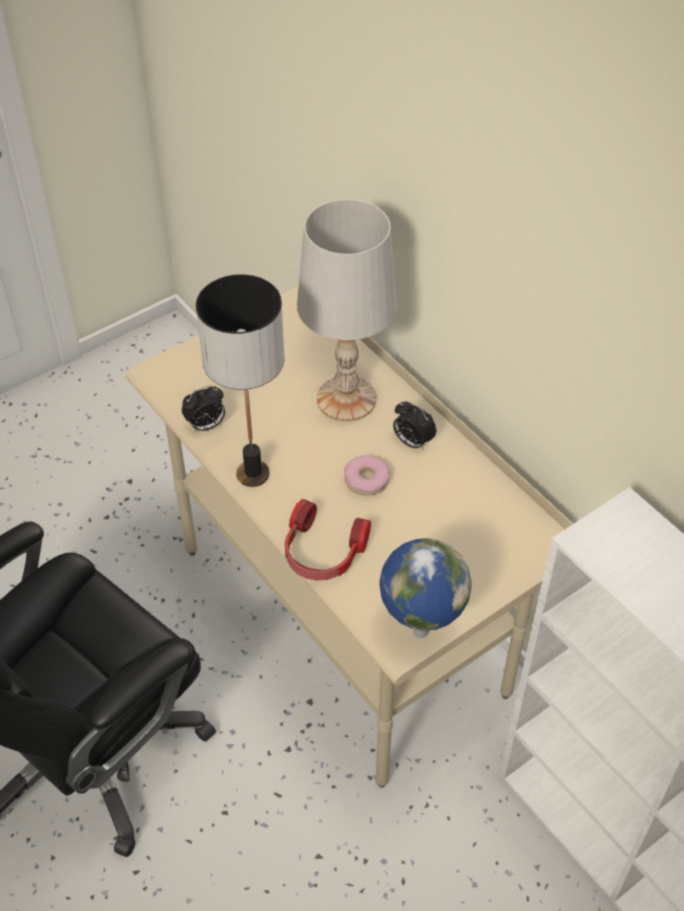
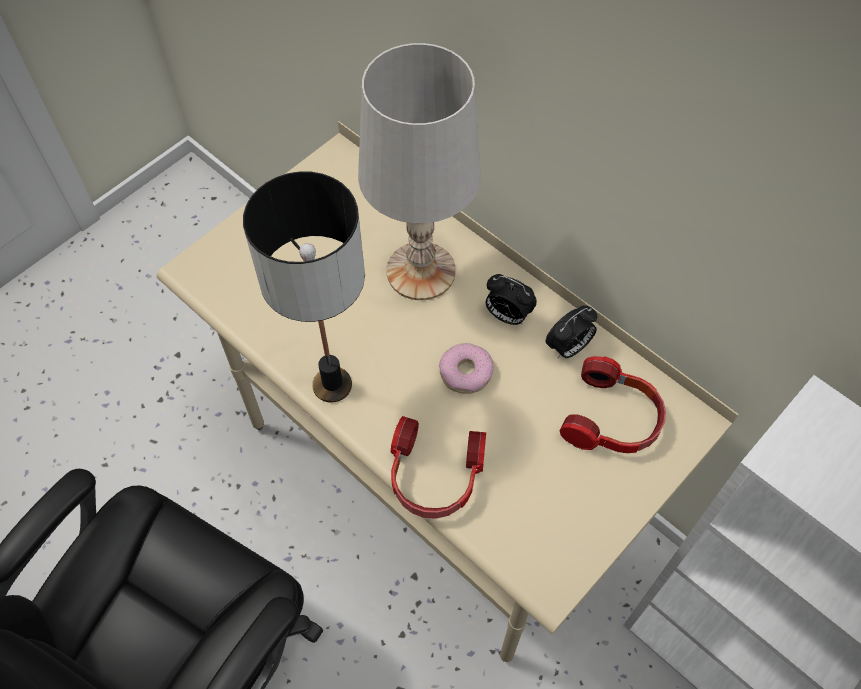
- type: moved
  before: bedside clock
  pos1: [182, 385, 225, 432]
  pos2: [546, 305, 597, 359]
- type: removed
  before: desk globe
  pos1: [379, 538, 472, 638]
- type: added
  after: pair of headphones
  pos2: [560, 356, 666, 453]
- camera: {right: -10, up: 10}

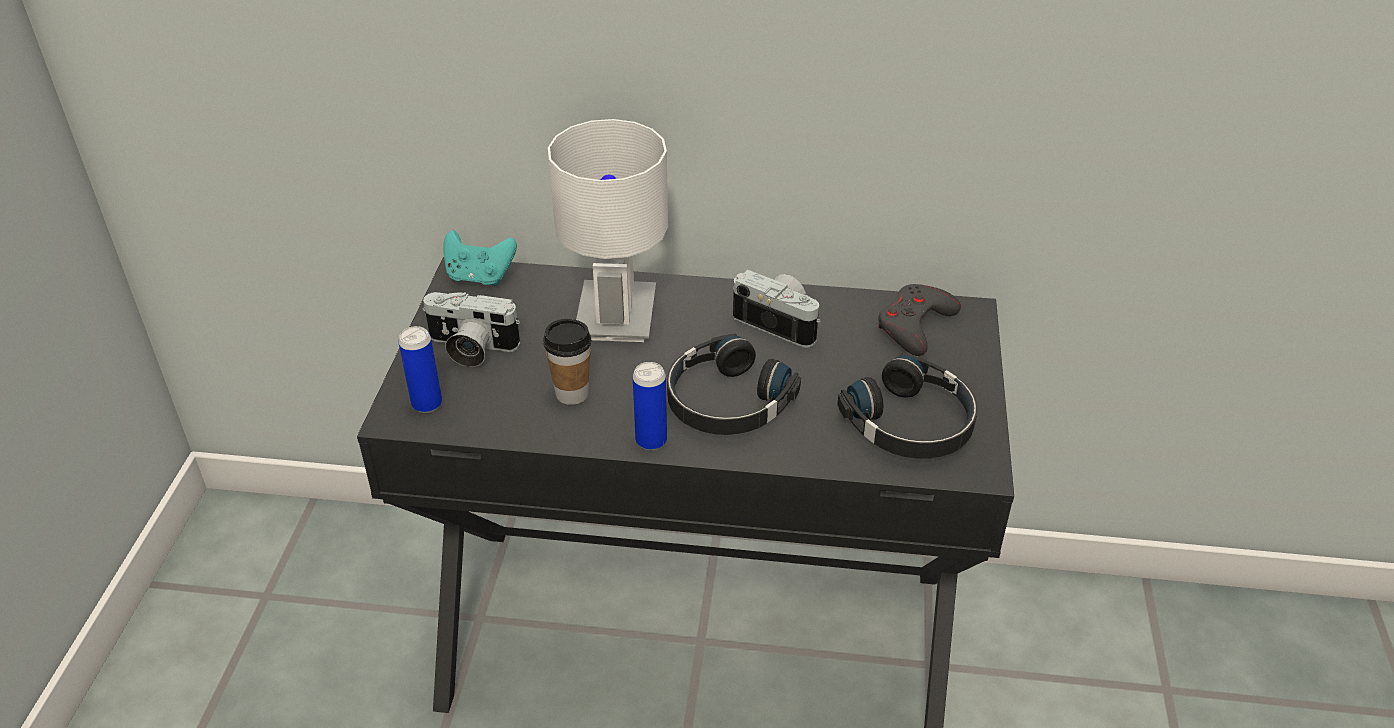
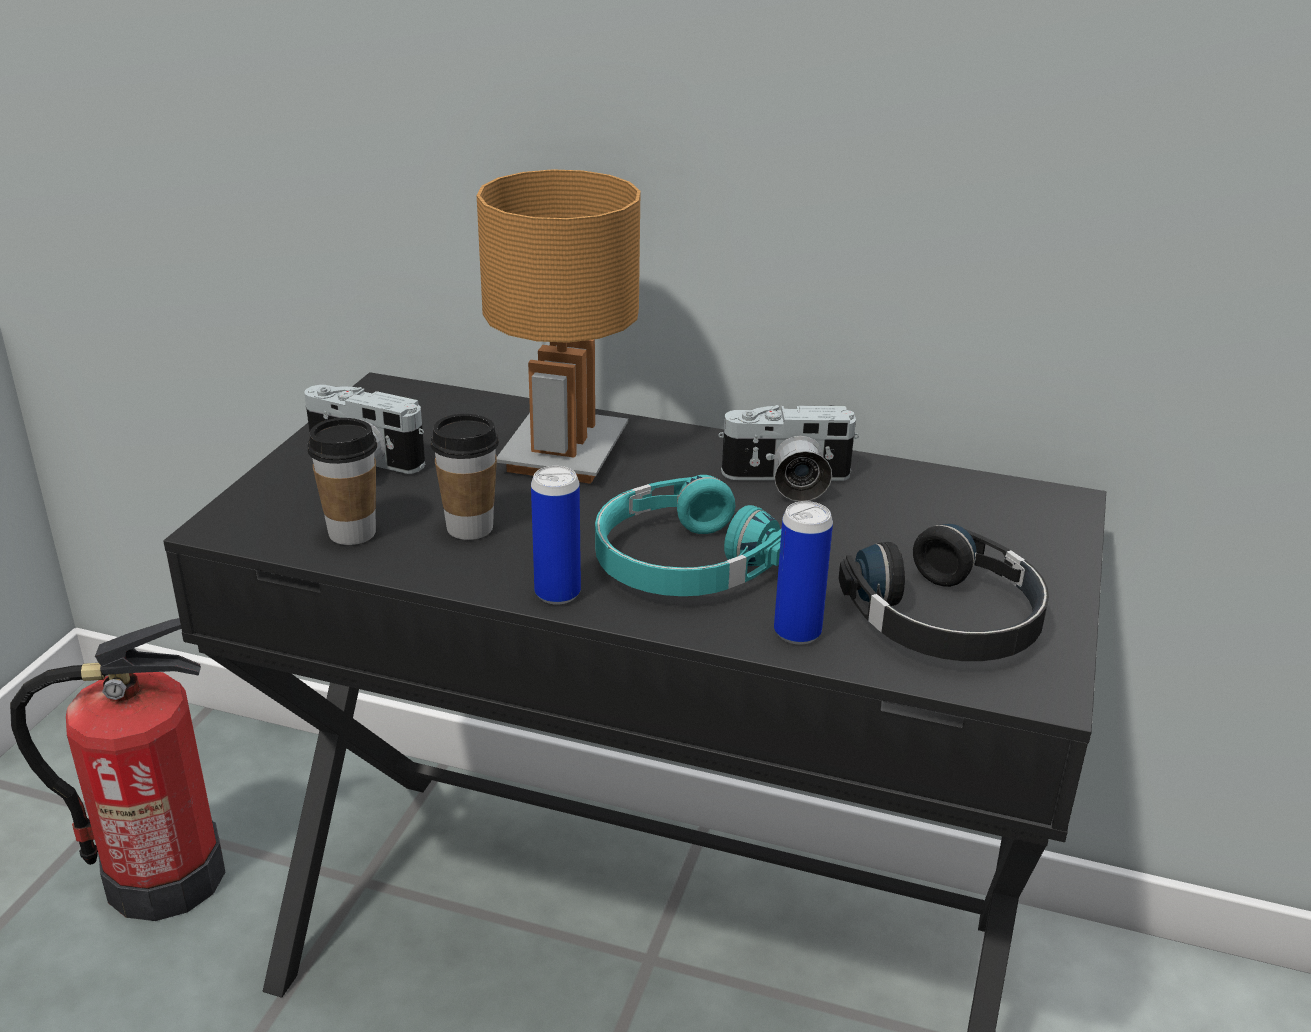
- type: moved
  before: metal can
  pos1: [398, 326, 442, 413]
  pos2: [774, 501, 833, 644]
- type: removed
  before: turquoise-coloured gamepad
  pos1: [443, 230, 517, 286]
- type: recoloured
  before: white-coloured lamp for a table
  after: brown-coloured lamp for a table
  pos1: [548, 119, 668, 342]
  pos2: [477, 169, 640, 484]
- type: recoloured
  before: blackish pair of headphones
  after: turquoise-coloured pair of headphones
  pos1: [667, 334, 801, 435]
  pos2: [595, 475, 782, 596]
- type: turned
  before: still camera
  pos1: [732, 270, 820, 348]
  pos2: [718, 405, 859, 502]
  turn: 135
- type: removed
  before: gray gamepad
  pos1: [878, 284, 961, 356]
- type: added
  after: extinguisher
  pos2: [10, 618, 225, 921]
- type: added
  after: small cup
  pos2: [308, 418, 377, 545]
- camera: {right: 10, up: -10}

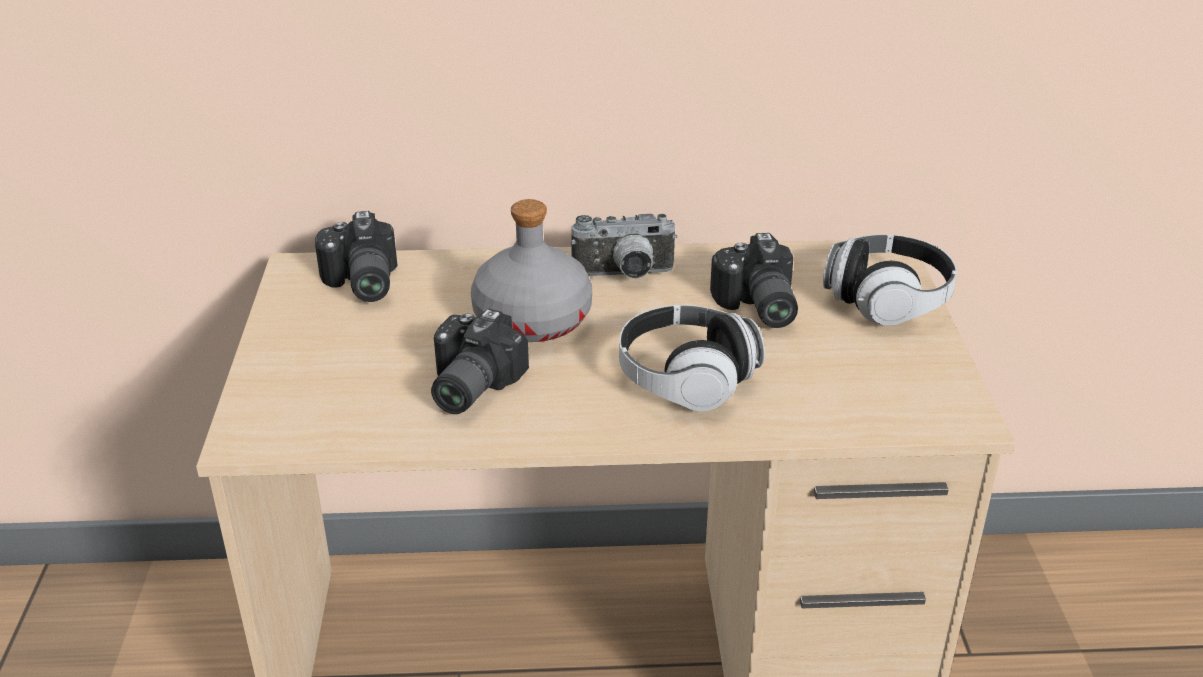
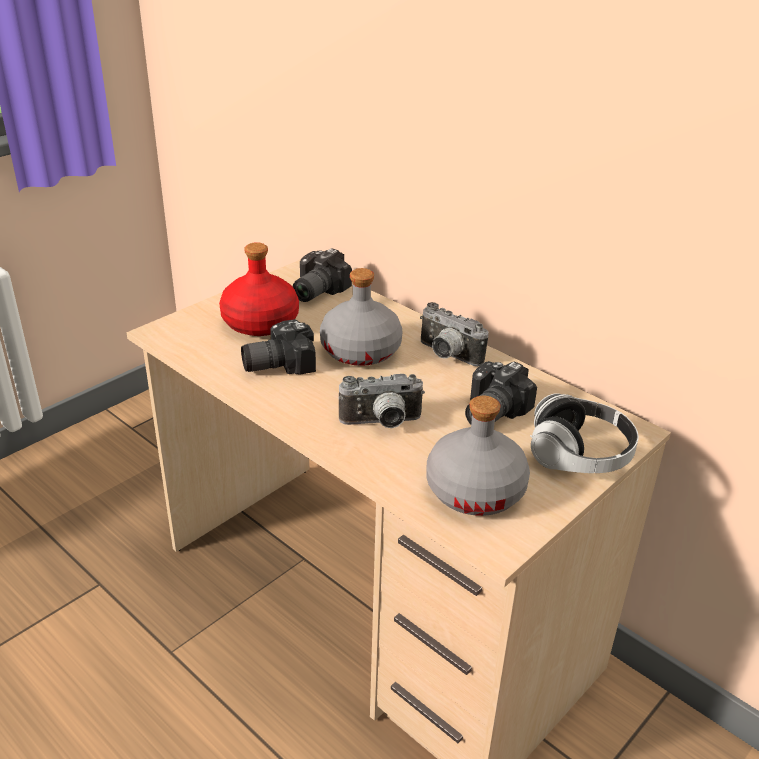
- type: replaced
  before: pair of headphones
  after: still camera
  pos1: [619, 305, 765, 411]
  pos2: [338, 374, 425, 428]
- type: added
  after: red beverage bottle
  pos2: [219, 242, 299, 336]
- type: added
  after: gray beverage bottle
  pos2: [427, 396, 530, 516]
- camera: {right: 45, up: 0}

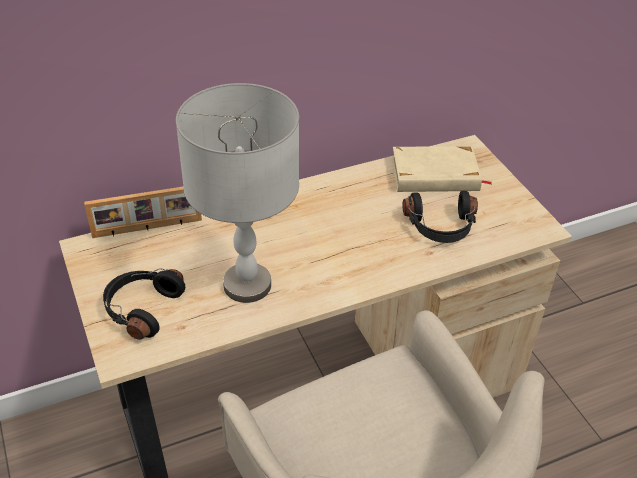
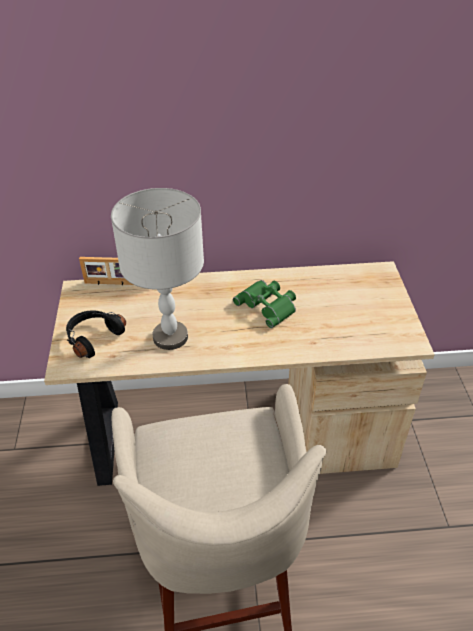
- type: removed
  before: sand-coloured bound book
  pos1: [392, 146, 491, 192]
- type: removed
  before: blackish pair of headphones
  pos1: [402, 190, 478, 243]
- type: added
  after: green pair of binoculars
  pos2: [233, 280, 296, 328]
- camera: {right: 20, up: 0}

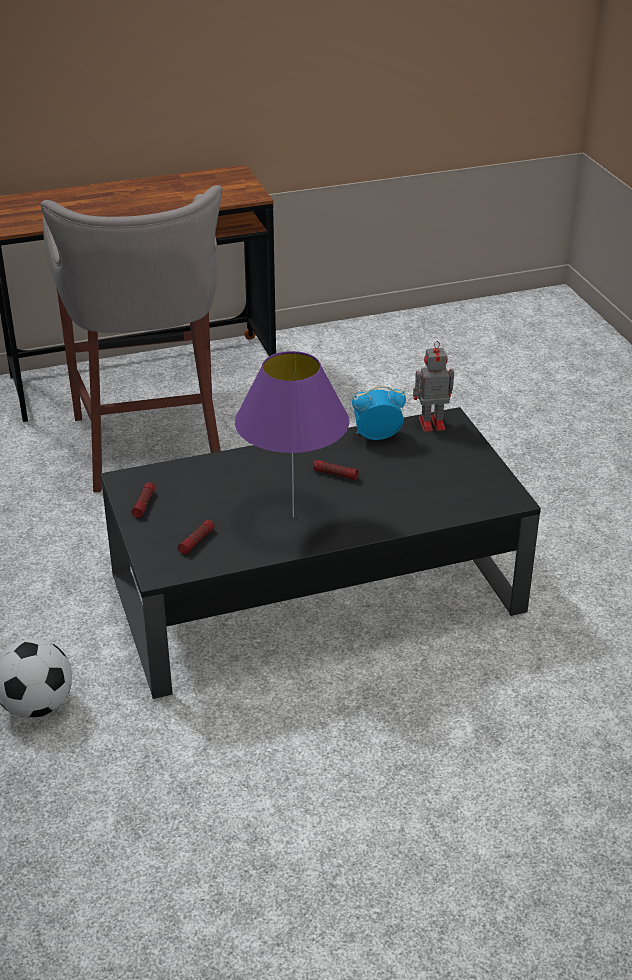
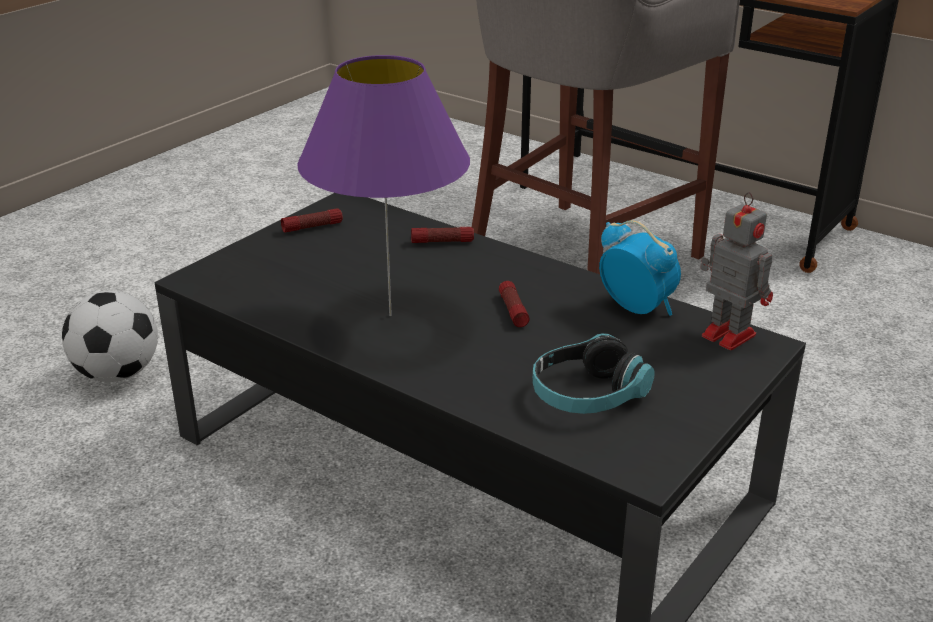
- type: moved
  before: flashlight
  pos1: [178, 520, 214, 554]
  pos2: [411, 227, 474, 243]
- type: added
  after: pair of headphones
  pos2: [532, 333, 655, 414]
- camera: {right: 55, up: -5}

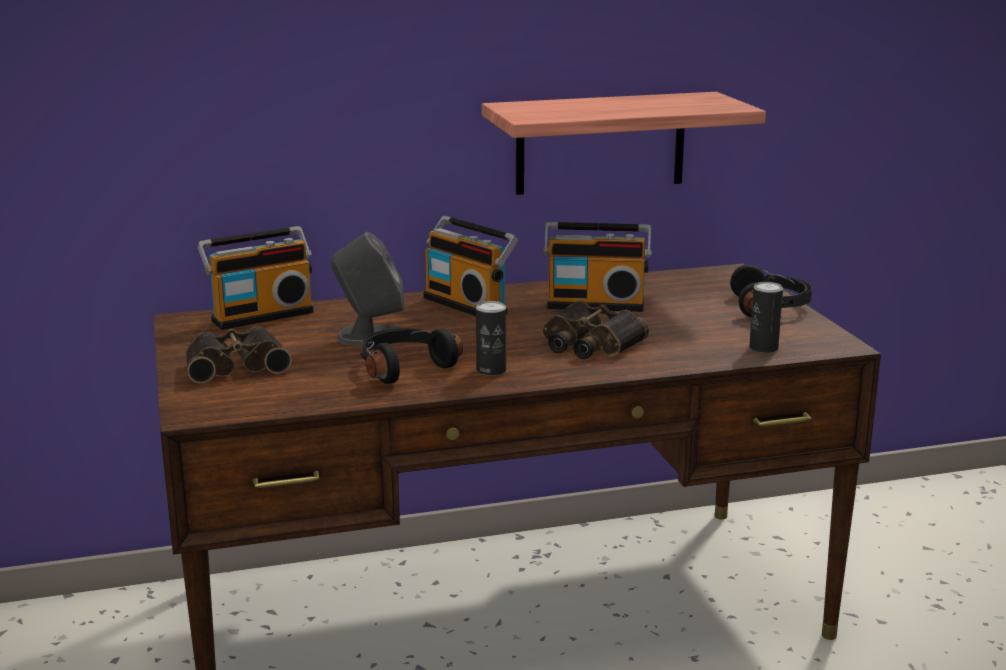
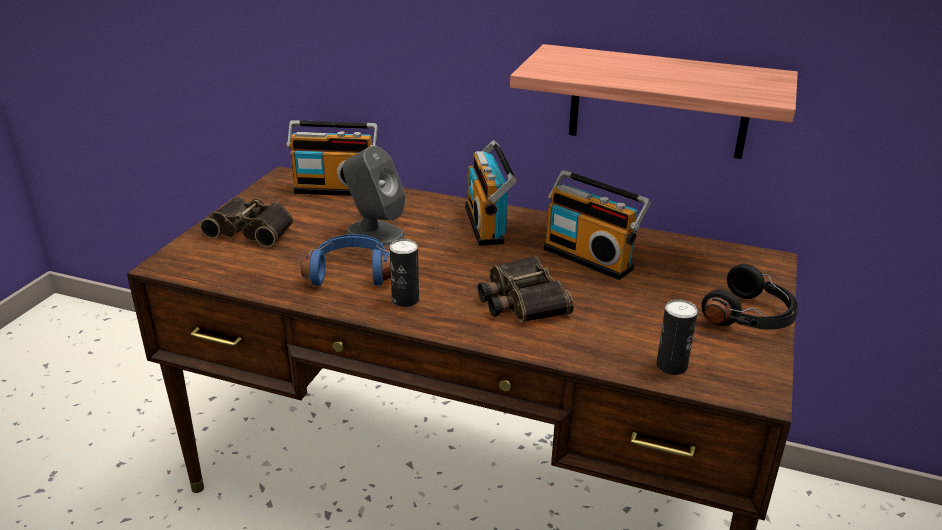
- type: recoloured
  before: blackish pair of headphones
  after: blue-coloured pair of headphones
  pos1: [360, 328, 463, 384]
  pos2: [301, 234, 391, 286]
- camera: {right: 35, up: 10}

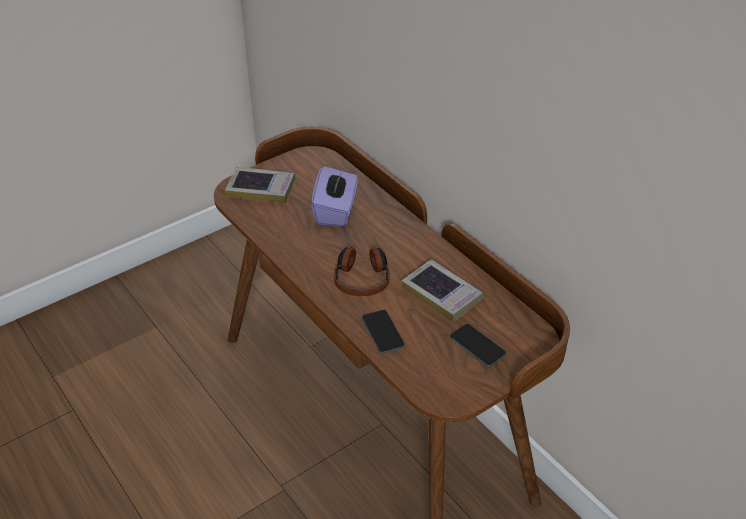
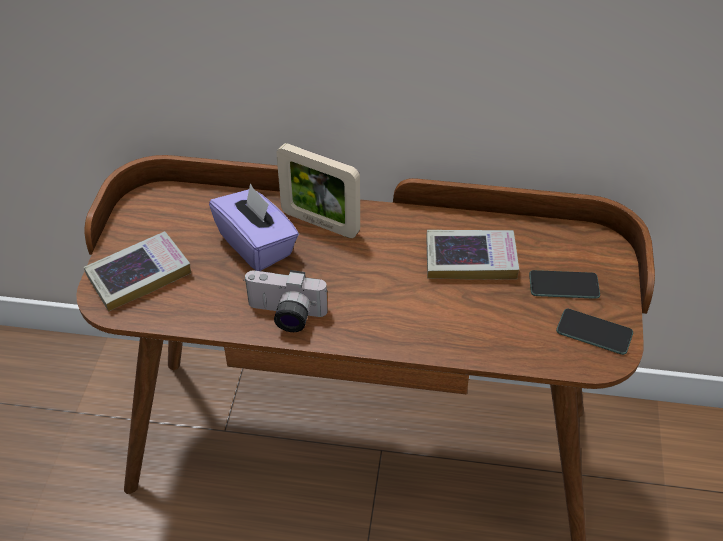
- type: removed
  before: pair of headphones
  pos1: [334, 247, 390, 296]
- type: moved
  before: handset
  pos1: [362, 310, 405, 354]
  pos2: [556, 309, 633, 355]
- type: added
  after: still camera
  pos2: [243, 270, 328, 332]
- type: added
  after: photo frame
  pos2: [276, 143, 360, 238]
- camera: {right: -45, up: 5}

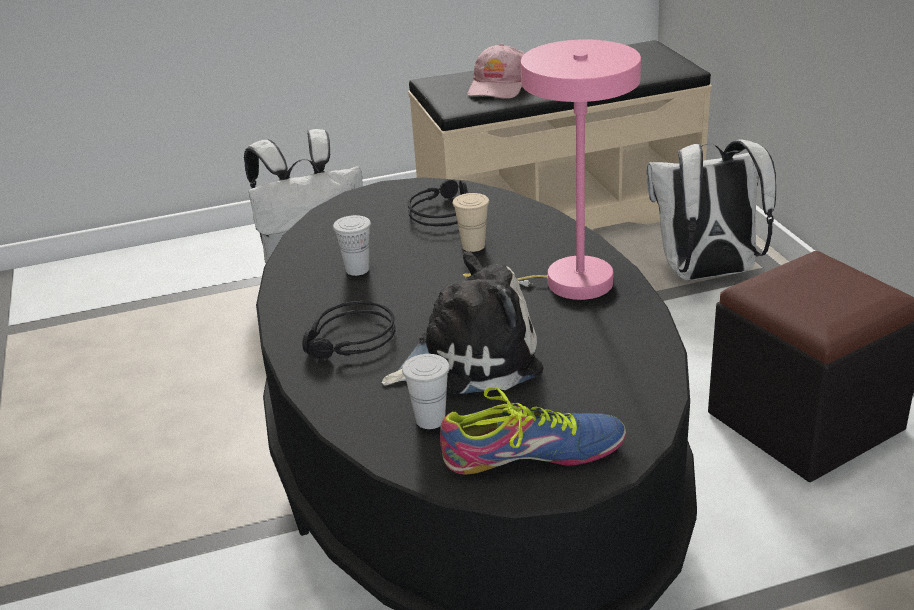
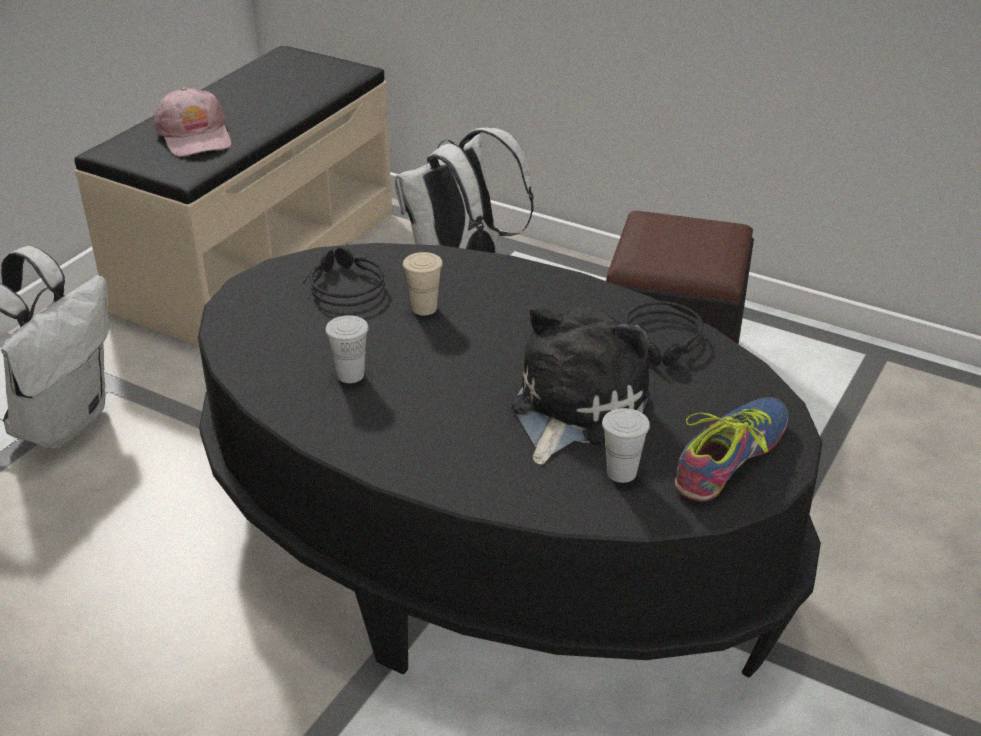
- type: moved
  before: blackish pair of headphones
  pos1: [303, 301, 396, 360]
  pos2: [625, 301, 709, 366]
- type: removed
  before: pinkish lamp for a table
  pos1: [463, 39, 641, 300]
- camera: {right: -45, up: 5}

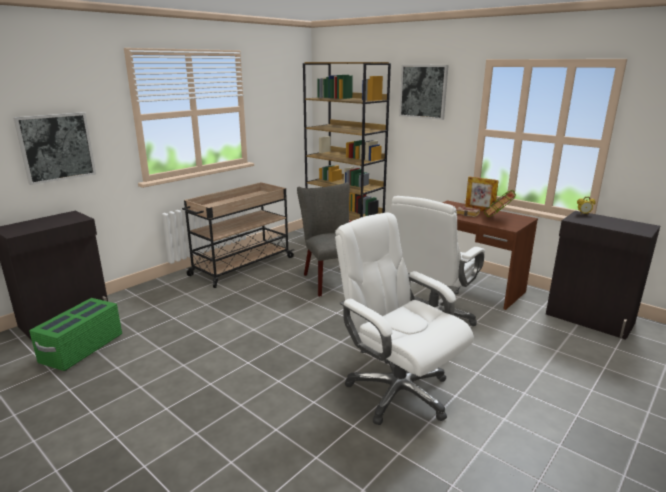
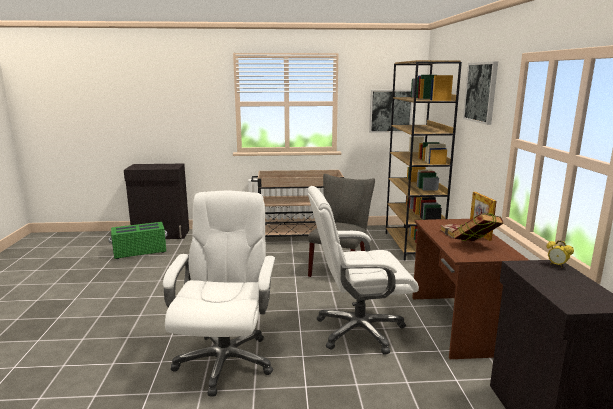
- type: moved
  before: wall art
  pos1: [13, 112, 96, 185]
  pos2: [369, 90, 413, 133]
- camera: {right: 45, up: -5}

